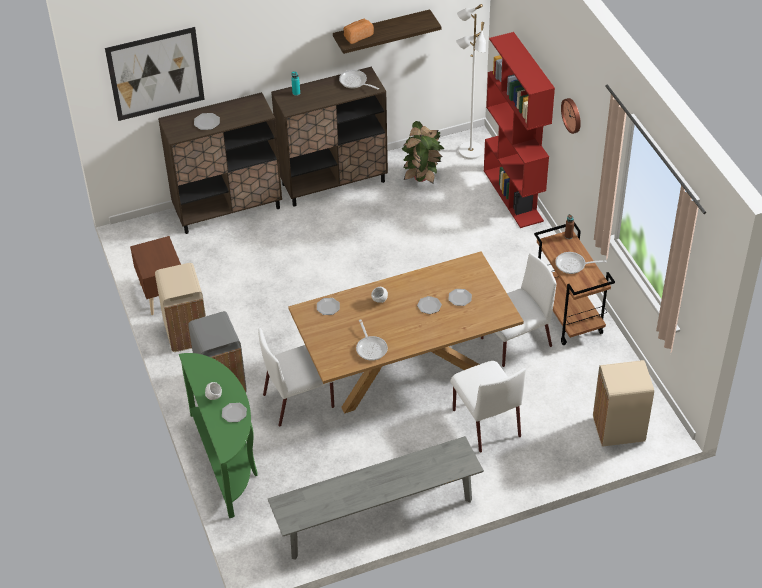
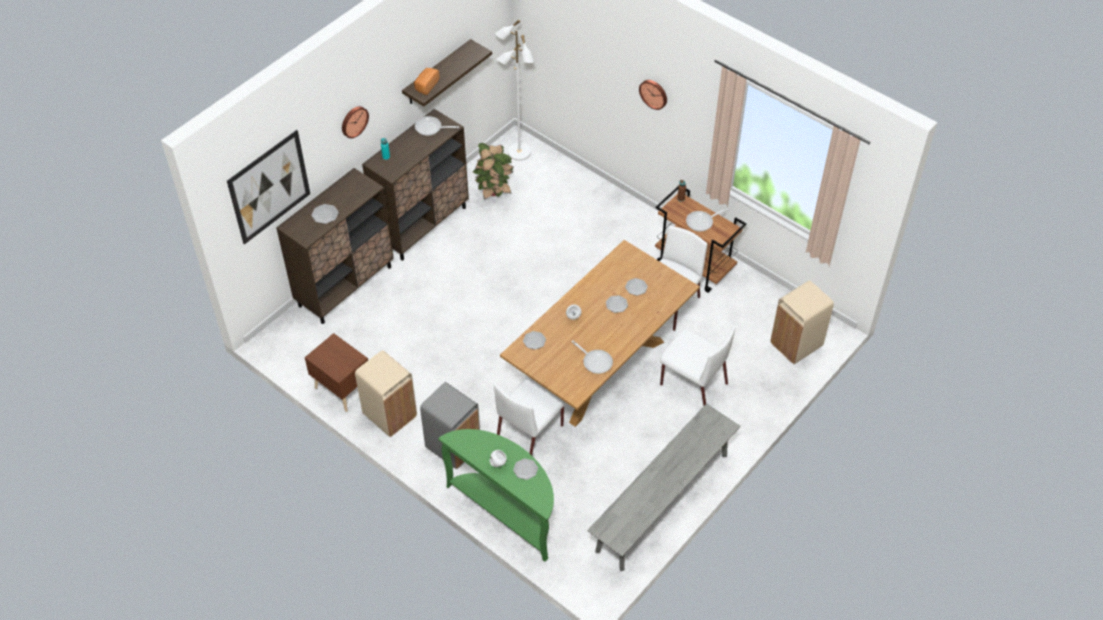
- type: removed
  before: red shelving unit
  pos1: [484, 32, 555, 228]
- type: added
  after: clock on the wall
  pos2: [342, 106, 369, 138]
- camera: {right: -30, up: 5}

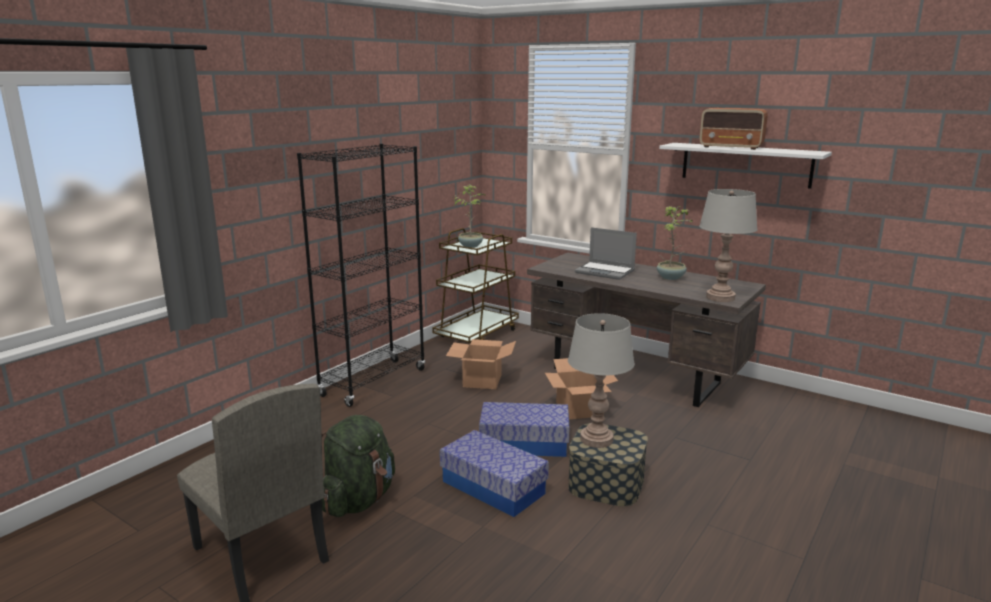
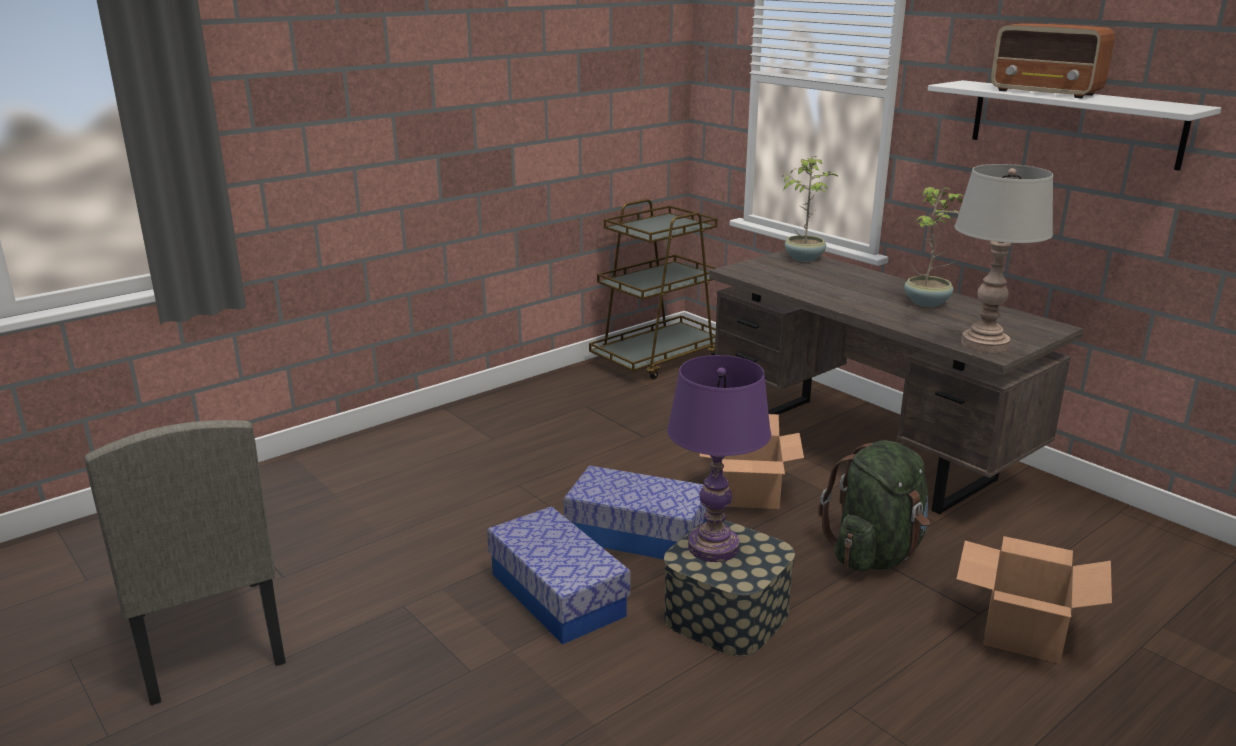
- type: removed
  before: blackish shelving unit
  pos1: [297, 144, 425, 407]
- type: moved
  before: green knapsack
  pos1: [322, 415, 395, 517]
  pos2: [818, 440, 930, 571]
- type: moved
  before: cardboard box
  pos1: [446, 339, 516, 389]
  pos2: [957, 536, 1112, 664]
- type: moved
  before: houseplant
  pos1: [454, 184, 486, 248]
  pos2: [782, 156, 837, 262]
- type: recoloured
  before: gray lamp for a table
  after: purple lamp for a table
  pos1: [568, 313, 635, 448]
  pos2: [667, 355, 771, 562]
- type: removed
  before: laptop
  pos1: [575, 227, 637, 280]
- camera: {right: 15, up: 5}

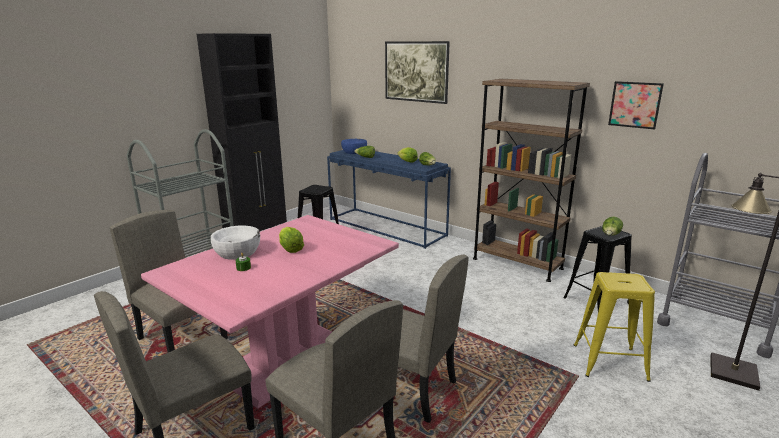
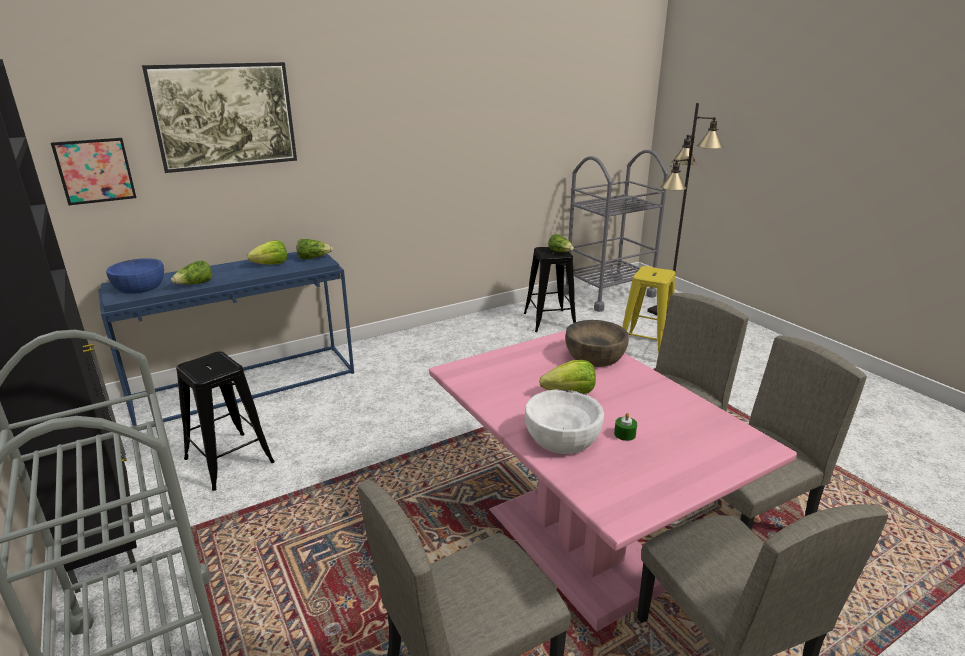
- type: removed
  before: brown-coloured shelving unit
  pos1: [473, 79, 590, 282]
- type: moved
  before: wall art
  pos1: [608, 81, 664, 129]
  pos2: [51, 138, 136, 205]
- type: added
  after: brown-coloured serving bowl
  pos2: [565, 320, 629, 367]
- camera: {right: -70, up: 5}

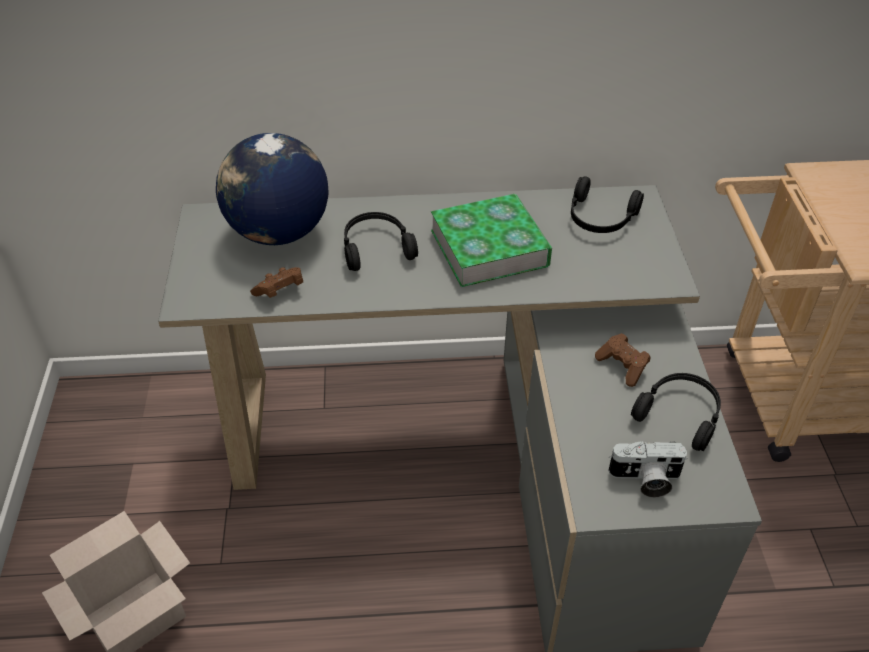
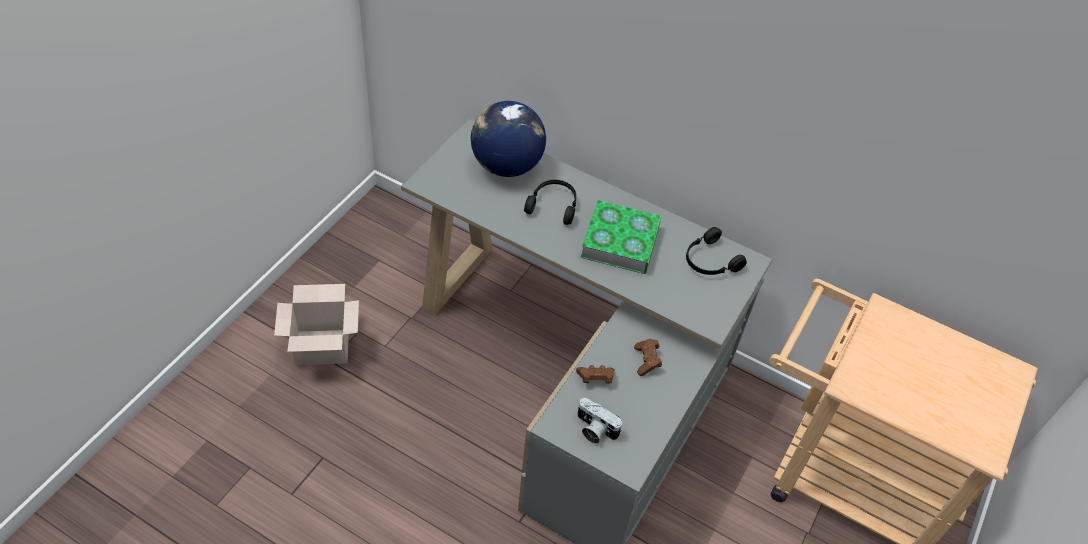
- type: moved
  before: brown-coloured gamepad
  pos1: [250, 267, 303, 298]
  pos2: [576, 365, 615, 384]
- type: removed
  before: blackish pair of headphones
  pos1: [631, 373, 721, 451]
- camera: {right: 30, up: 5}

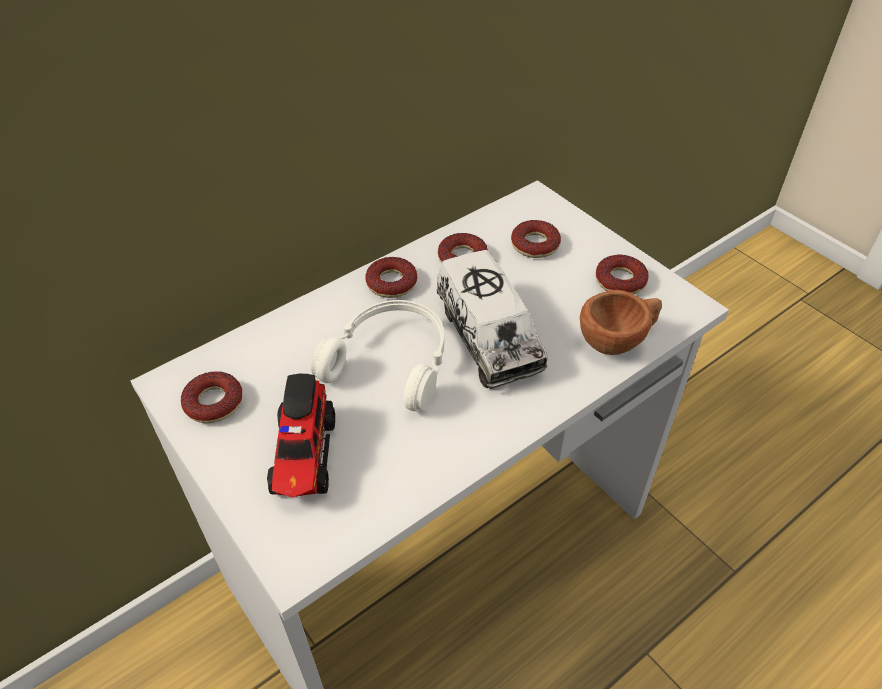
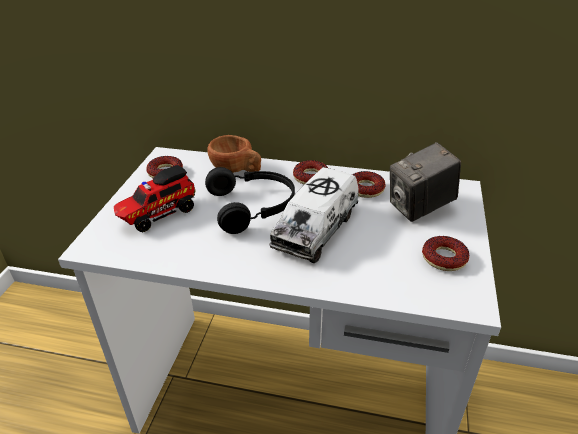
- type: recoloured
  before: white-coloured pair of headphones
  after: blackish pair of headphones
  pos1: [311, 300, 444, 411]
  pos2: [205, 167, 295, 234]
- type: replaced
  before: doughnut
  after: still camera
  pos1: [511, 220, 561, 258]
  pos2: [390, 142, 461, 222]
- type: moved
  before: brown-coloured small cup
  pos1: [580, 290, 662, 355]
  pos2: [208, 135, 261, 173]
- camera: {right: 50, up: -10}

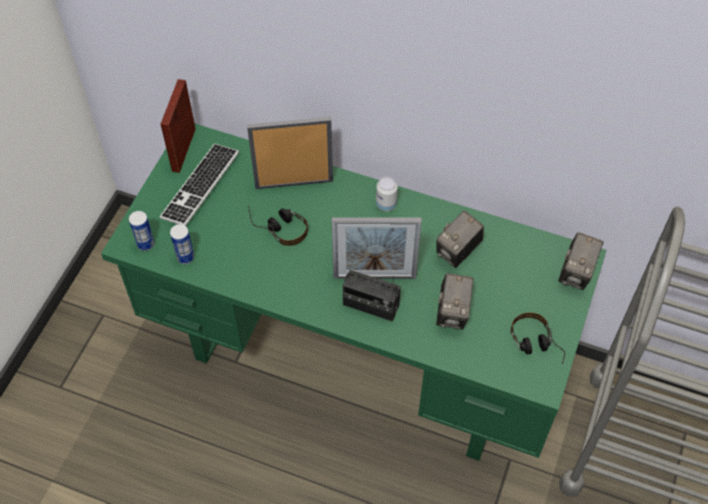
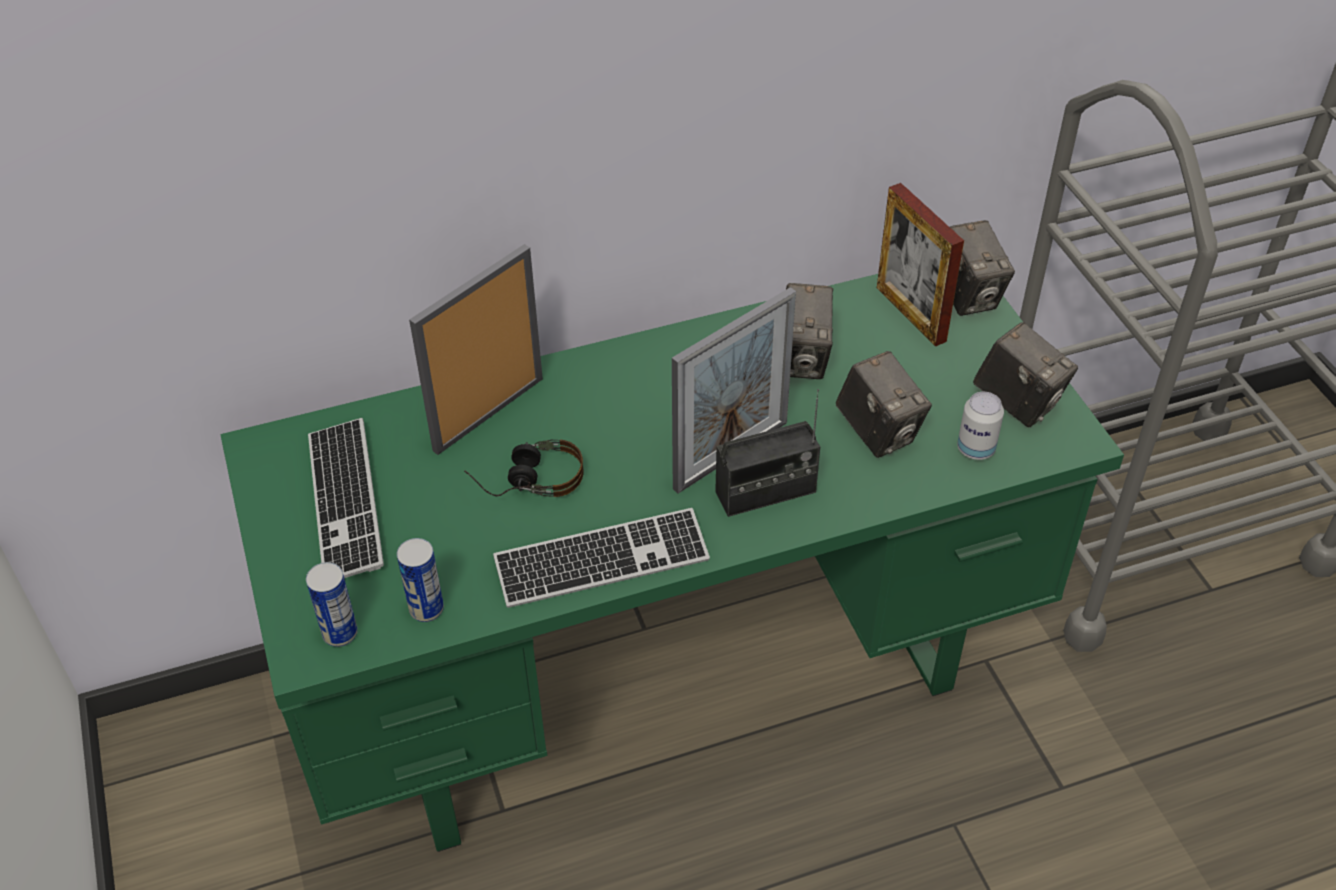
- type: moved
  before: photo frame
  pos1: [161, 79, 195, 173]
  pos2: [877, 183, 964, 347]
- type: moved
  before: metal can
  pos1: [376, 176, 398, 211]
  pos2: [957, 392, 1004, 460]
- type: replaced
  before: pair of headphones
  after: still camera
  pos1: [511, 313, 565, 364]
  pos2: [973, 322, 1078, 428]
- type: added
  after: PC keyboard
  pos2: [493, 508, 710, 608]
- camera: {right: -40, up: -10}

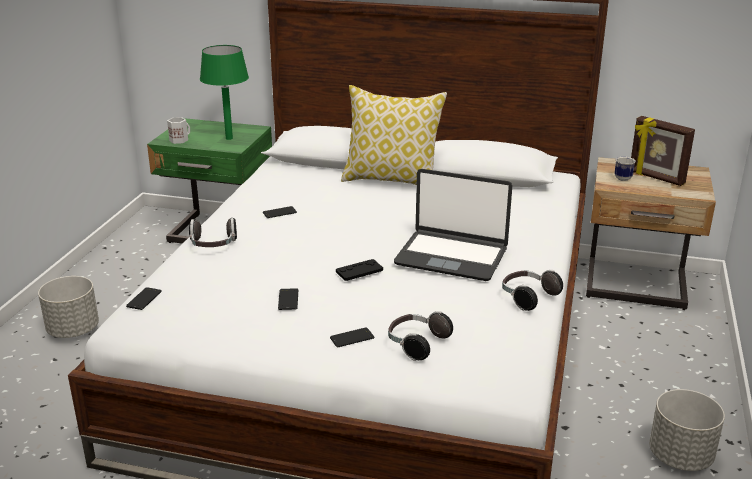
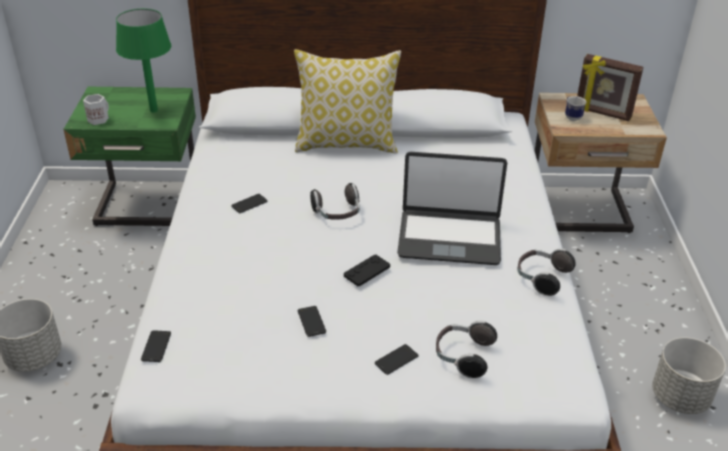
- type: moved
  before: pair of headphones
  pos1: [189, 218, 237, 247]
  pos2: [310, 183, 360, 220]
- camera: {right: -15, up: 10}

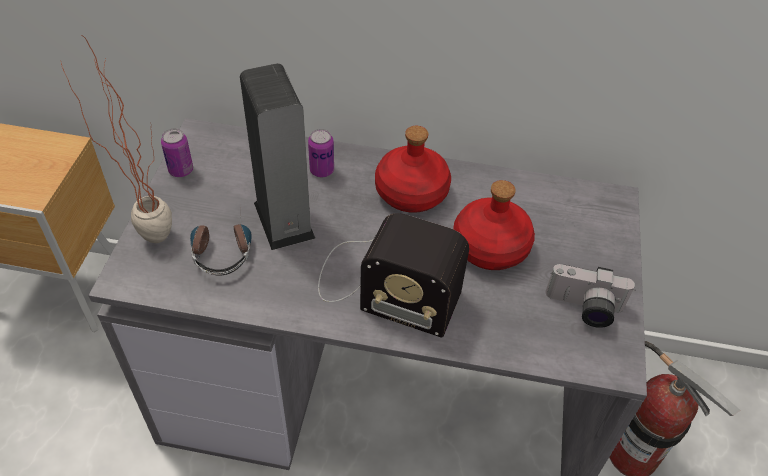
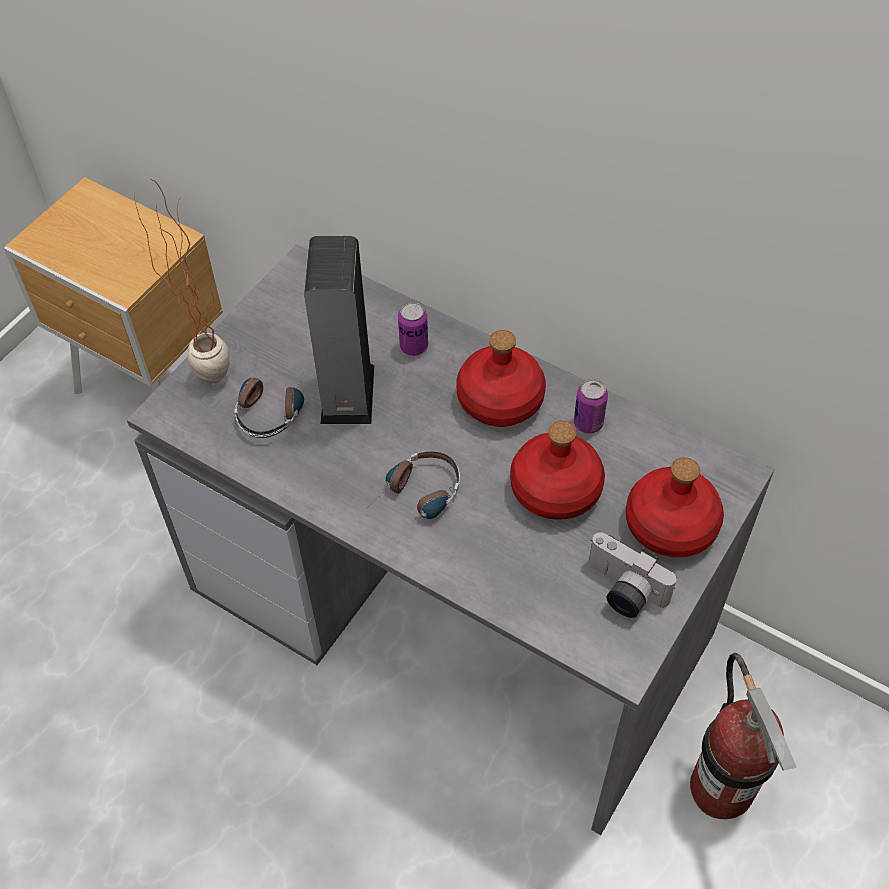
- type: moved
  before: metal can
  pos1: [161, 128, 193, 177]
  pos2: [574, 379, 608, 433]
- type: replaced
  before: radio
  after: pair of headphones
  pos1: [318, 213, 469, 338]
  pos2: [371, 452, 460, 519]
- type: added
  after: red beverage bottle
  pos2: [626, 457, 724, 557]
- camera: {right: 25, up: 5}

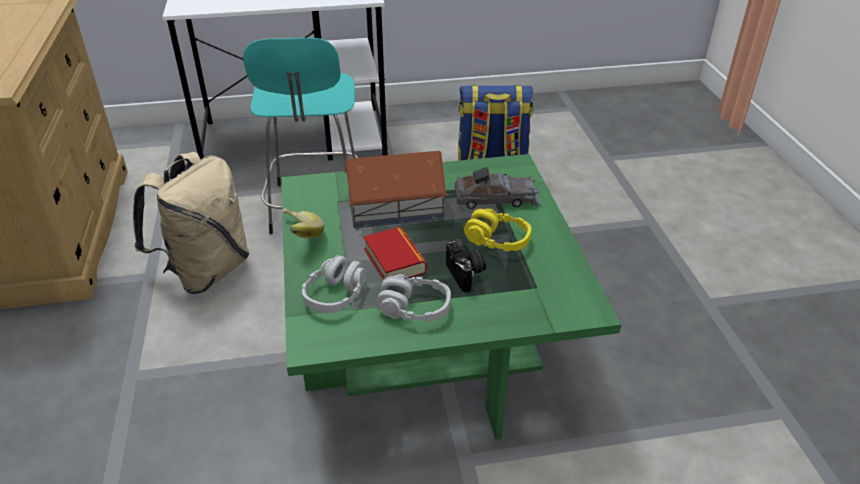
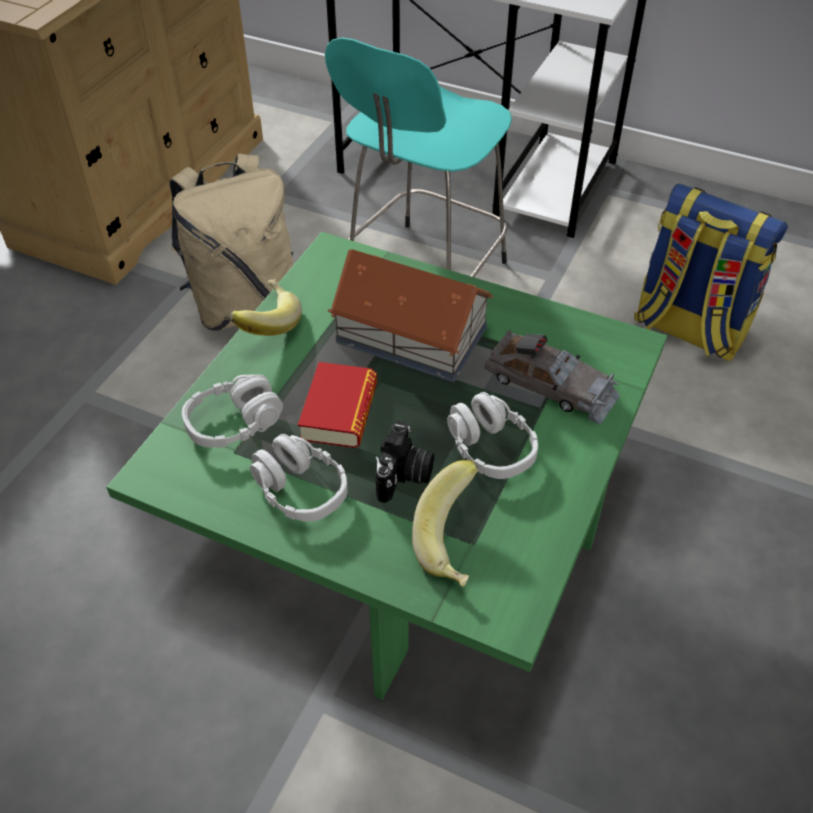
- type: recoloured
  before: yellow-coloured pair of headphones
  after: gray pair of headphones
  pos1: [464, 209, 532, 251]
  pos2: [447, 392, 538, 479]
- type: added
  after: banana
  pos2: [412, 460, 479, 587]
- camera: {right: 35, up: 10}

